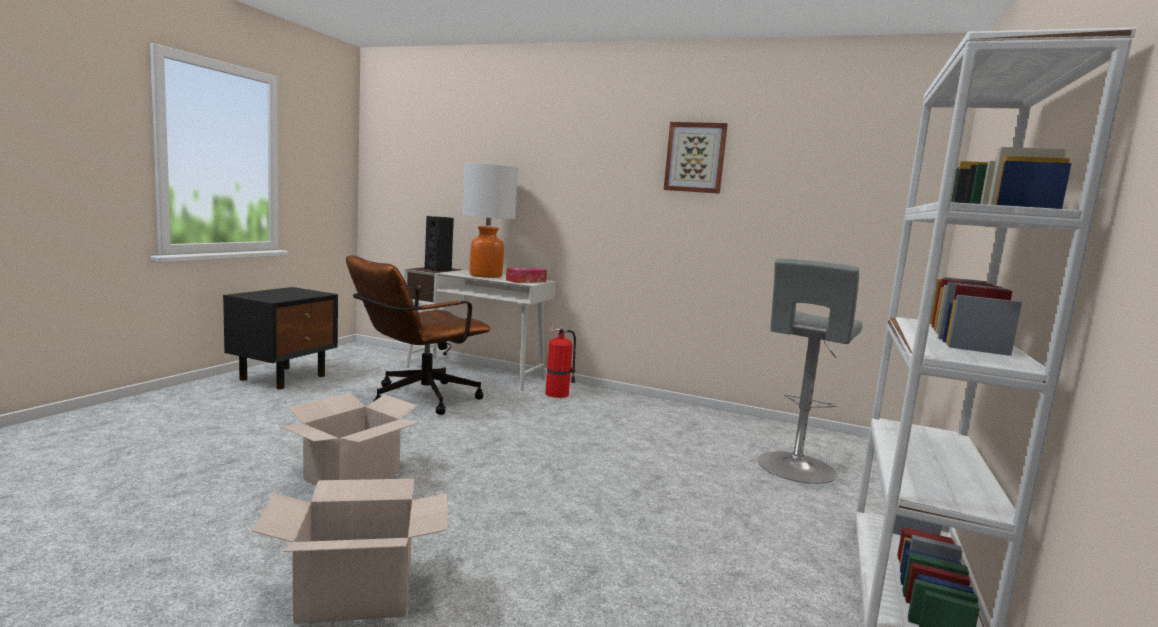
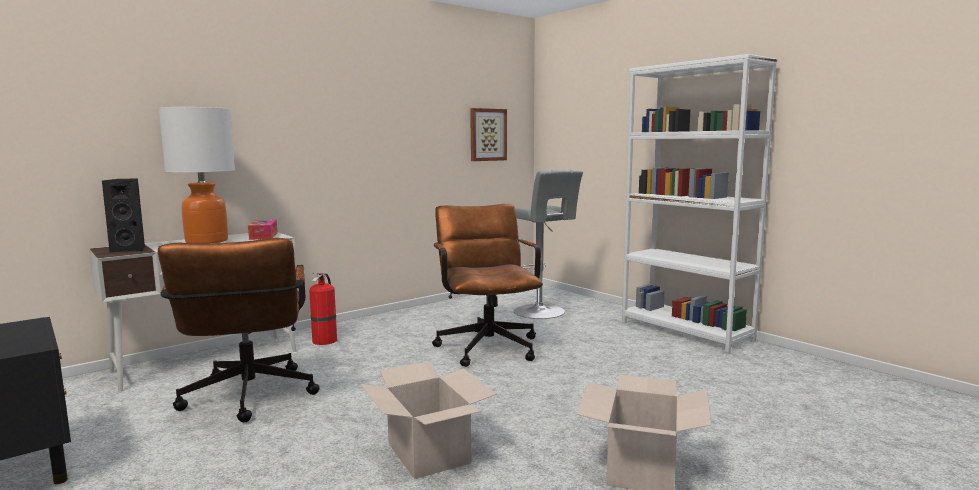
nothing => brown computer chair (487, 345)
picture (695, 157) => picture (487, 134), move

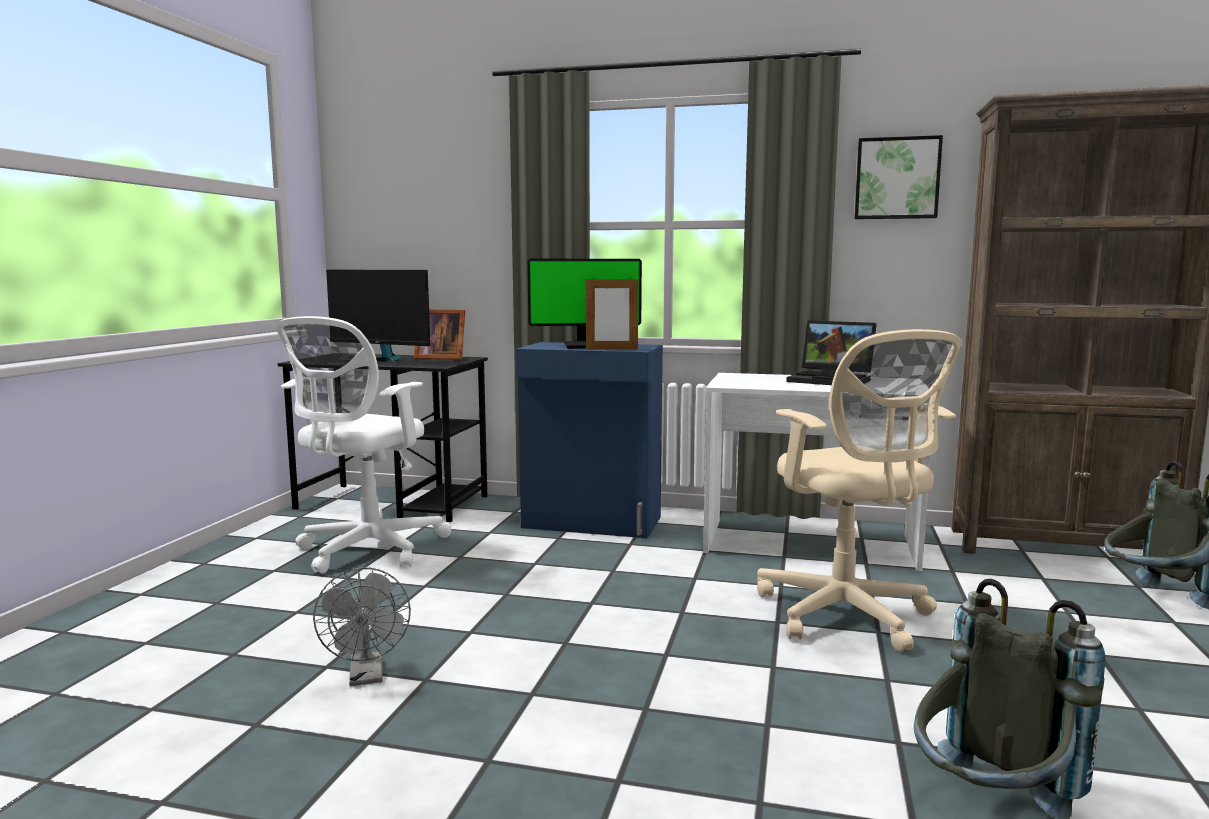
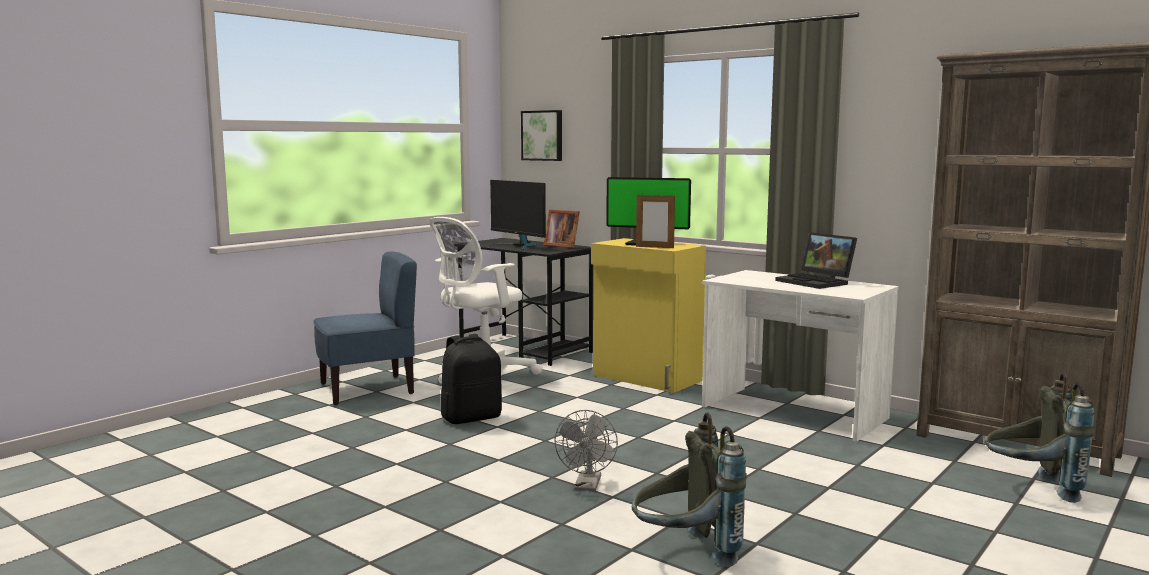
sand-coloured computer chair (847, 616) => nothing
nothing => bluish upright chair (367, 389)
nothing => blackish backpack (471, 418)
greyish electric fan (367, 677) => greyish electric fan (587, 486), move
picture (897, 178) => picture (543, 135), move
bluish cupboard (592, 523) => yellowish cupboard (646, 378)

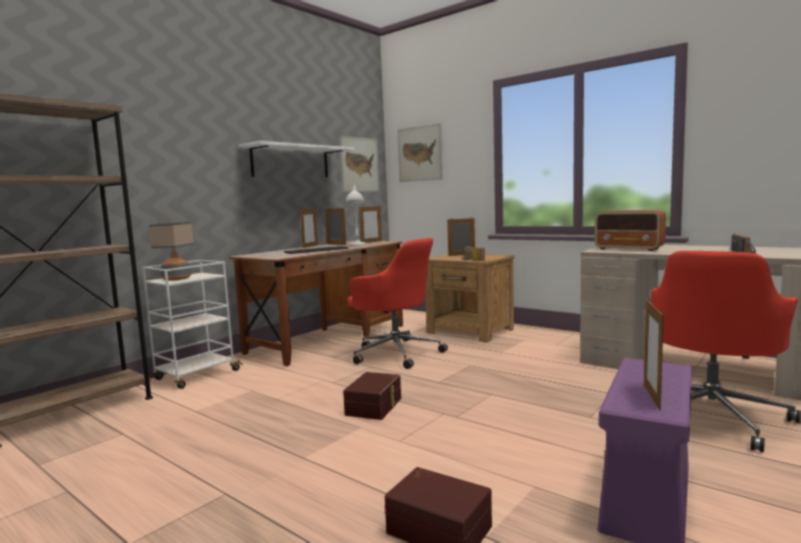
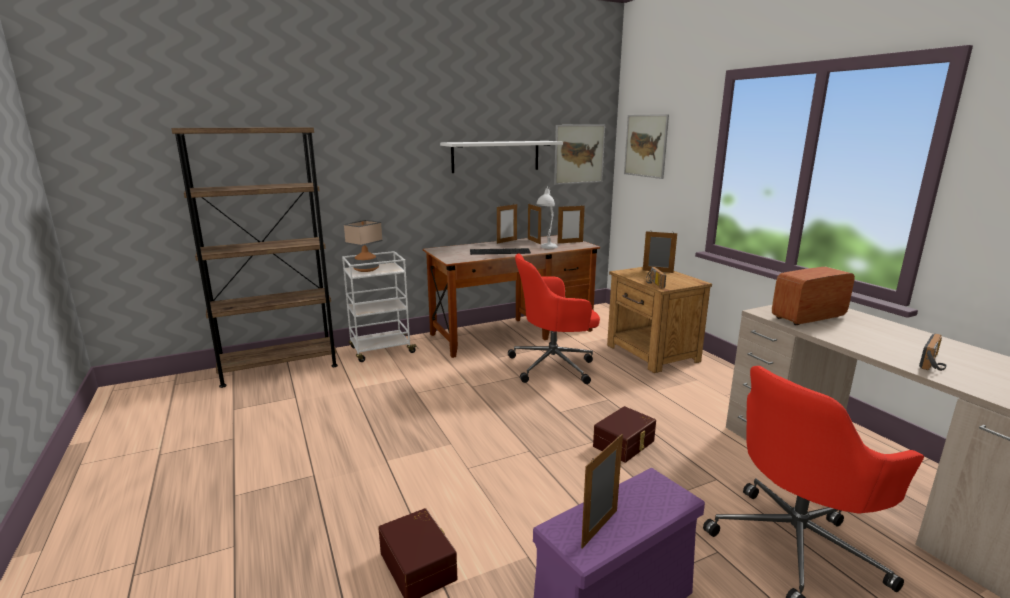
brown storage bin (375, 406) => brown storage bin (625, 444), move
red computer chair (395, 353) => red computer chair (554, 365), 105 degrees clockwise
radio receiver (629, 249) => radio receiver (807, 317), 90 degrees clockwise

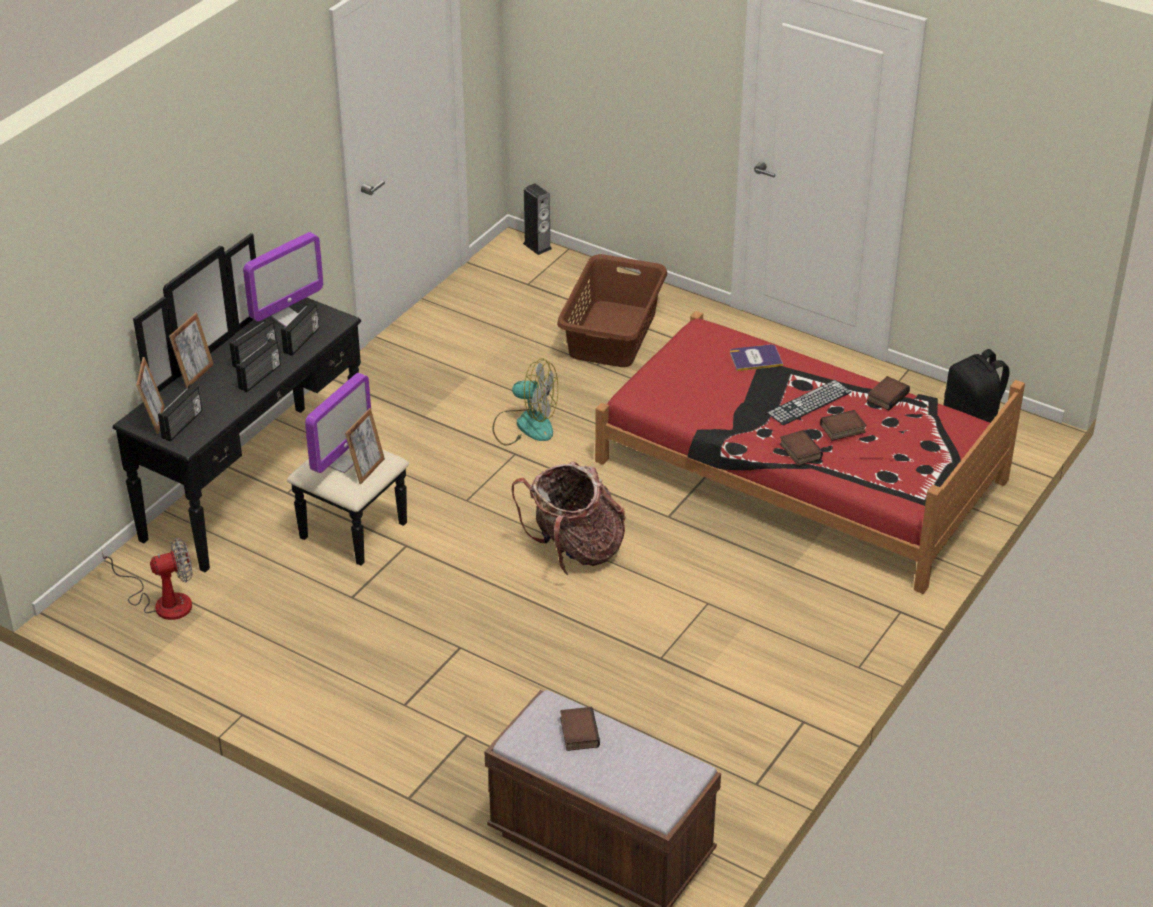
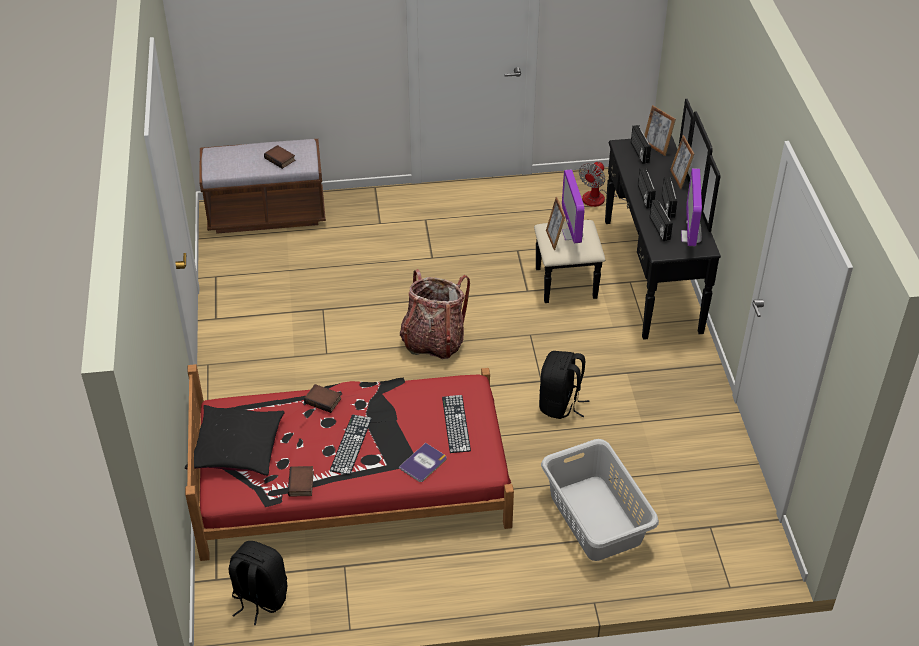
speaker (537, 246) => nothing
book (842, 429) => nothing
nothing => blackish cushion (236, 448)
nothing => PC keyboard (456, 423)
electric fan (525, 425) => blackish backpack (560, 404)
brown washing basket (613, 334) => greyish washing basket (595, 518)

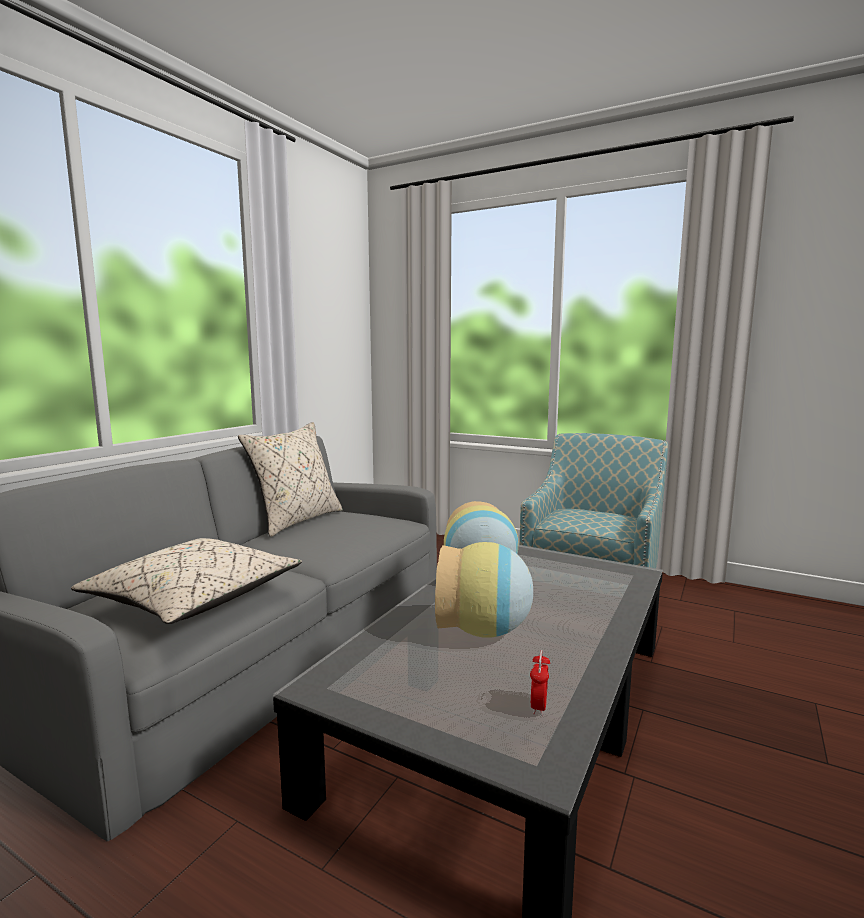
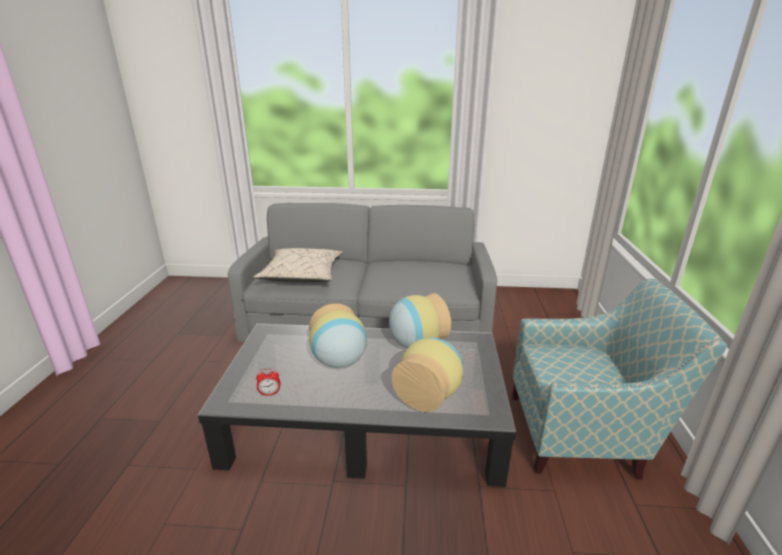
sand-coloured cushion (296, 520) => nothing
nothing => vase (429, 394)

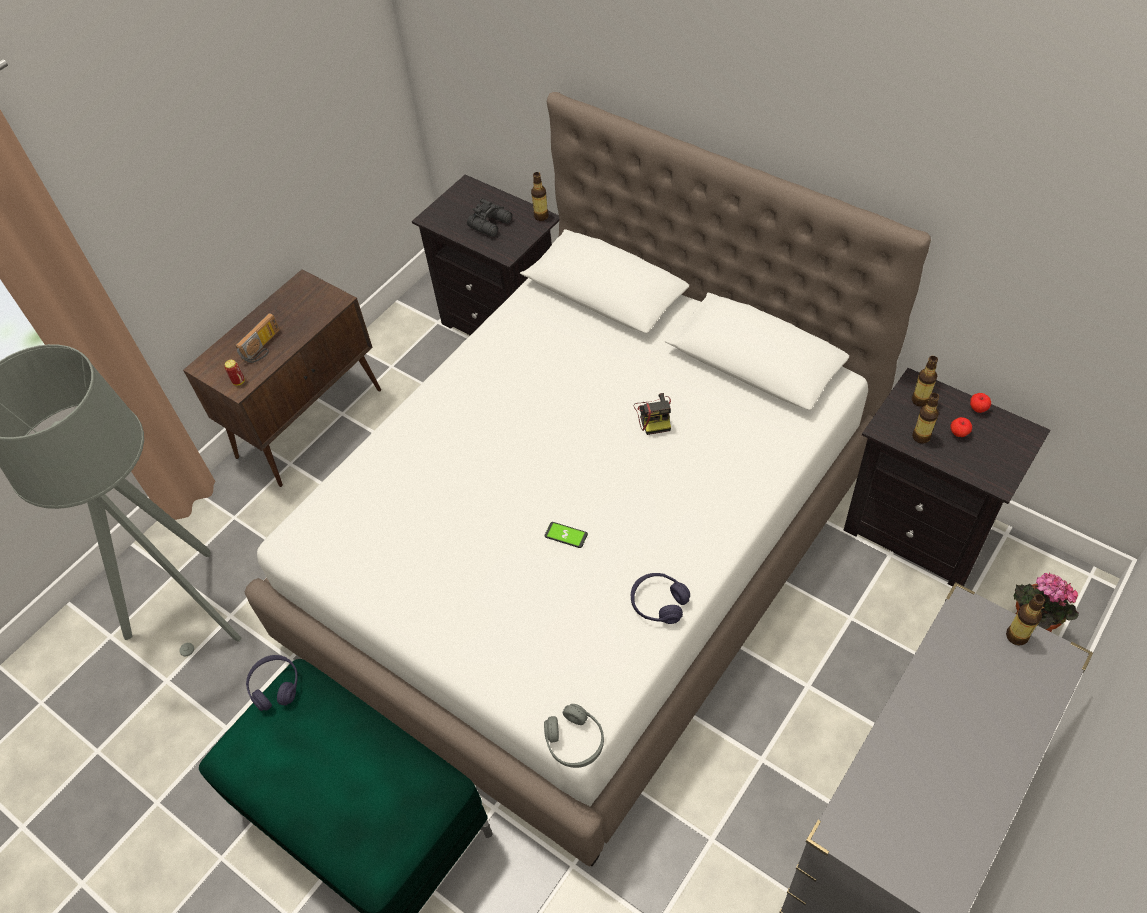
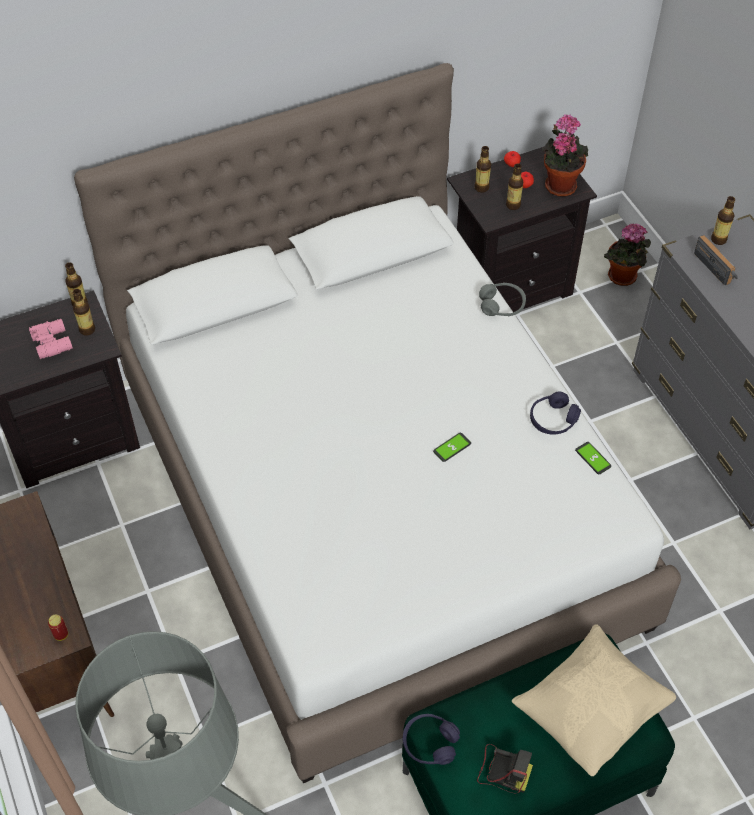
nothing => drink bottle (87, 329)
nothing => sand-coloured cushion (590, 711)
nothing => plant in a pot (559, 184)
nothing => telephone (593, 458)
radio receiver (263, 348) => radio receiver (717, 267), move
greyish headphones (575, 741) => greyish headphones (502, 305), move
still camera (654, 415) => still camera (503, 771), move
blackish field glasses (491, 224) => pink-coloured field glasses (53, 342)

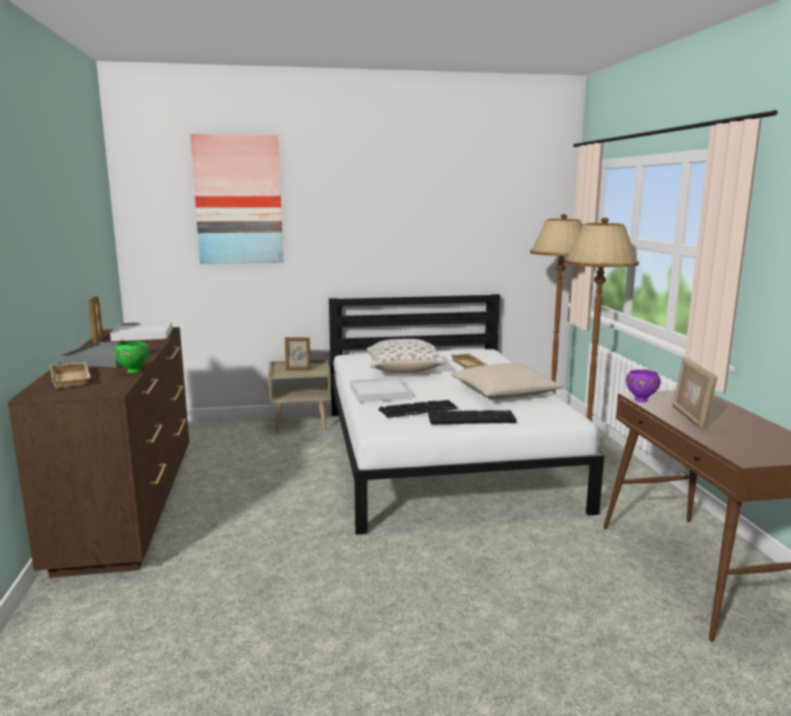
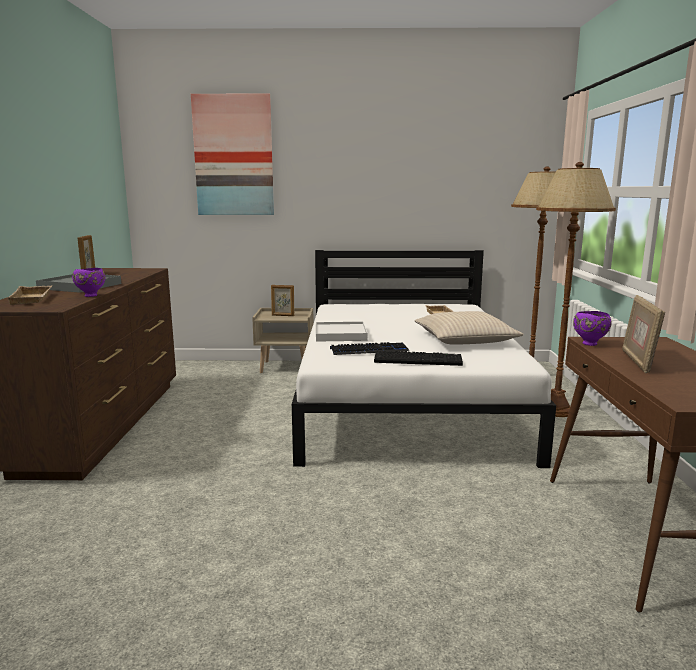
white carrying tray (143, 334) => nothing
cushion (404, 371) => nothing
green-coloured serving bowl (133, 371) => purple-coloured serving bowl (91, 295)

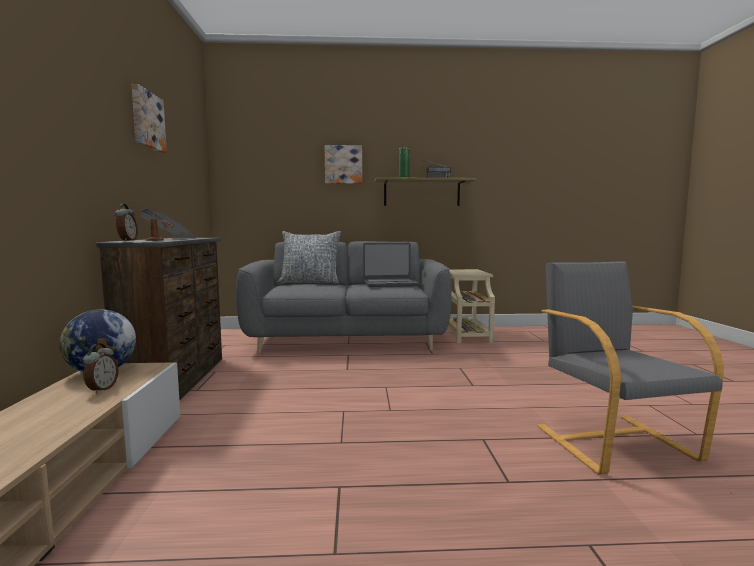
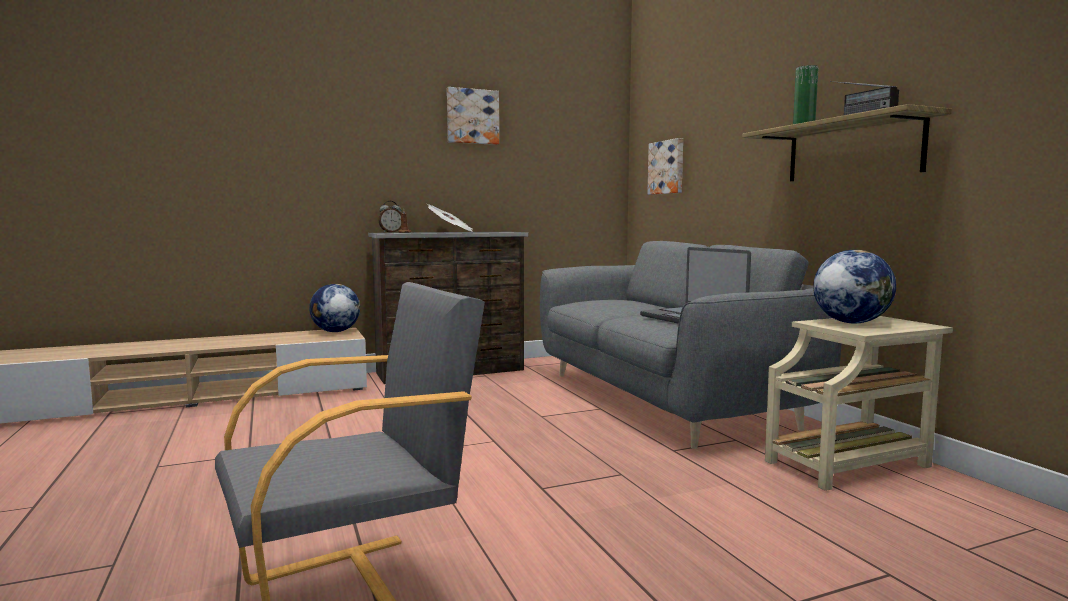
bedside clock (101, 389) => nothing
cushion (310, 283) => nothing
nothing => world globe (850, 322)
picture (343, 165) => picture (667, 167), move

